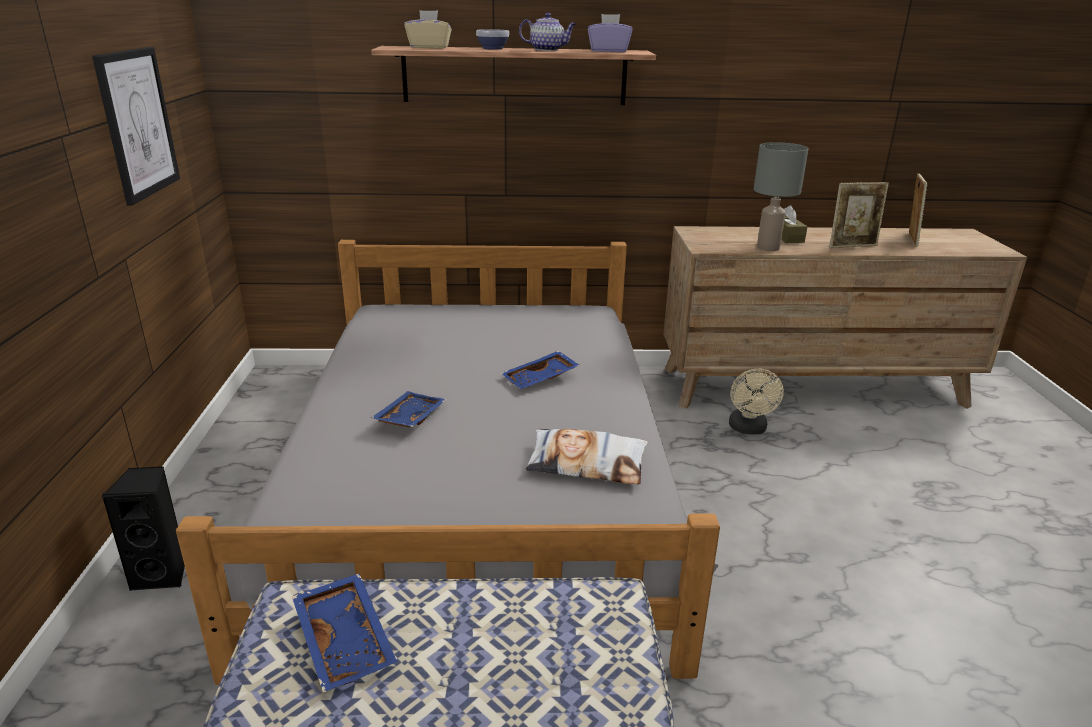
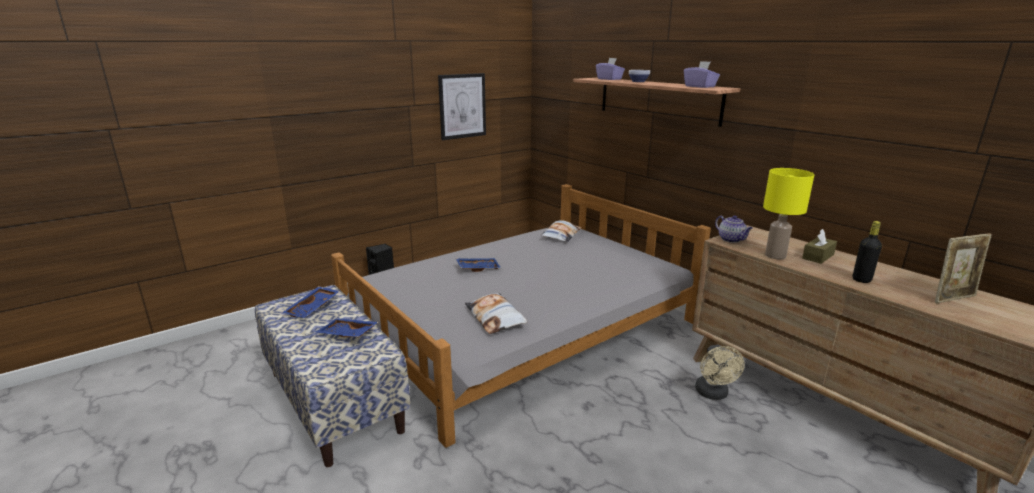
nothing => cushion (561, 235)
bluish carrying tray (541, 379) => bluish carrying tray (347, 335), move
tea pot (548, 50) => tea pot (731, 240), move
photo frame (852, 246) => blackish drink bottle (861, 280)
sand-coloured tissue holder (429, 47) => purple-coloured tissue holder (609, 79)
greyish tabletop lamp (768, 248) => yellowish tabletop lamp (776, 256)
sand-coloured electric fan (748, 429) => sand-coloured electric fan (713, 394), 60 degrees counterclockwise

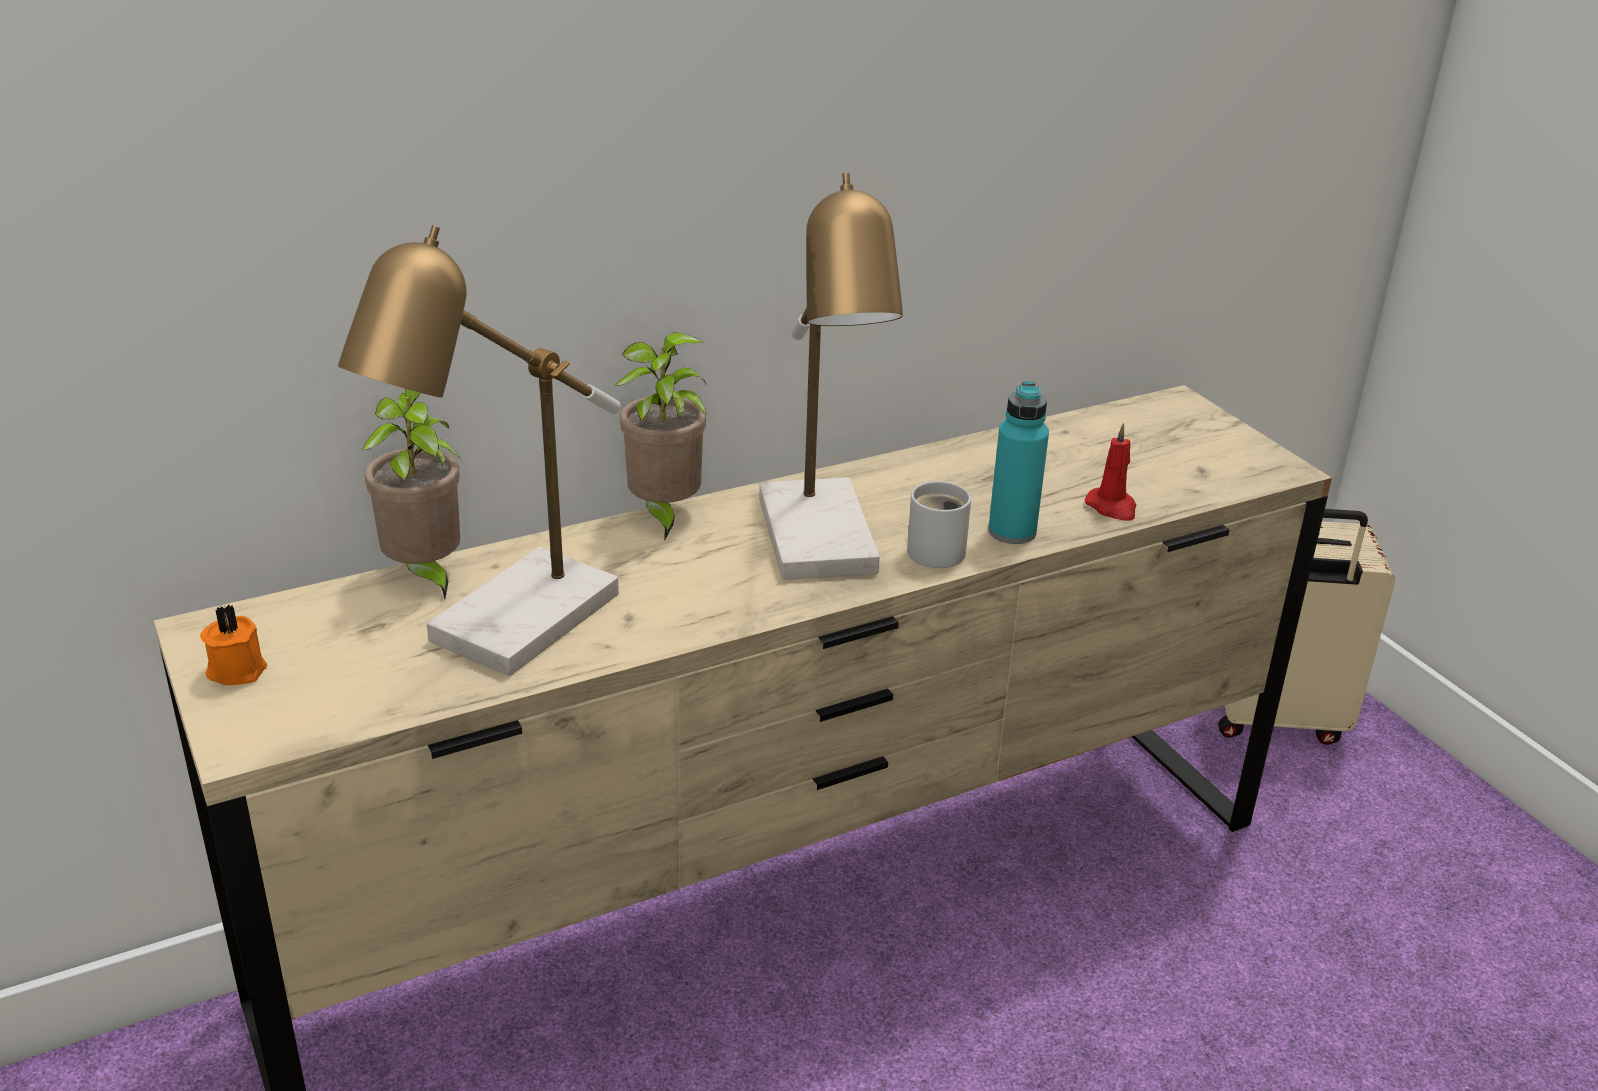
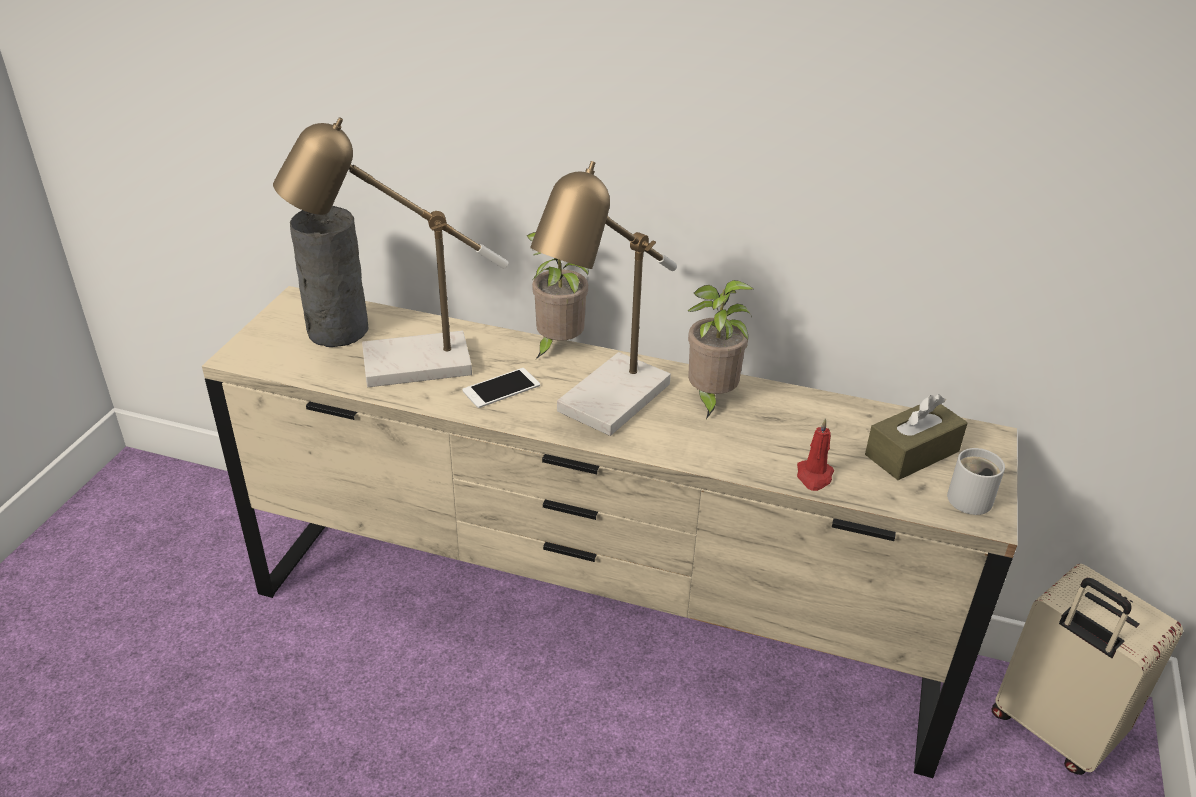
orangey wax candle (236, 669) => nothing
turquoise drink bottle (1012, 532) => nothing
nothing => greyish vase (336, 331)
nothing => telephone (501, 388)
nothing => brown tissue holder (912, 453)
plant in a pot (425, 575) => plant in a pot (710, 399), move
white tea mug (935, 549) => white tea mug (972, 497), move

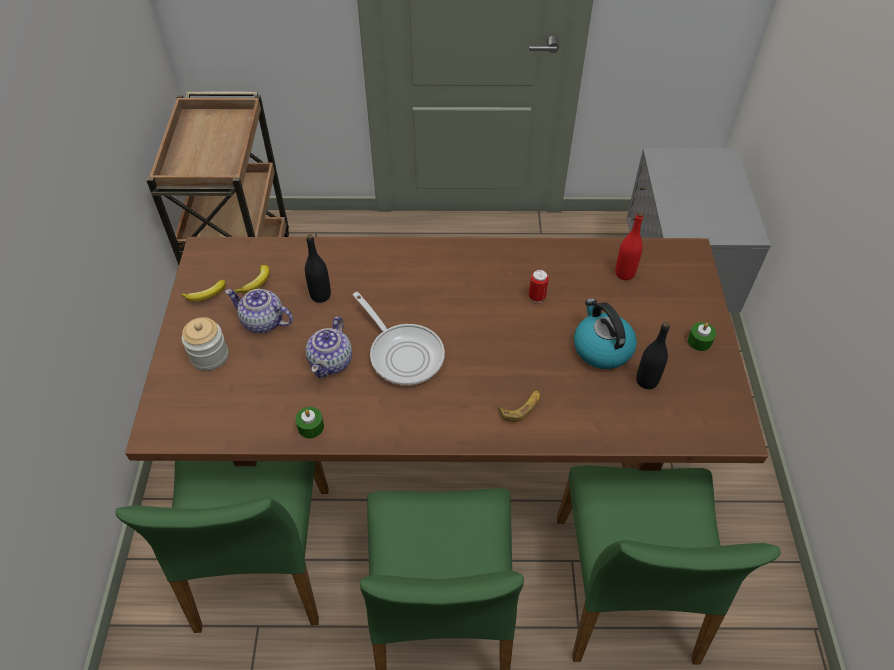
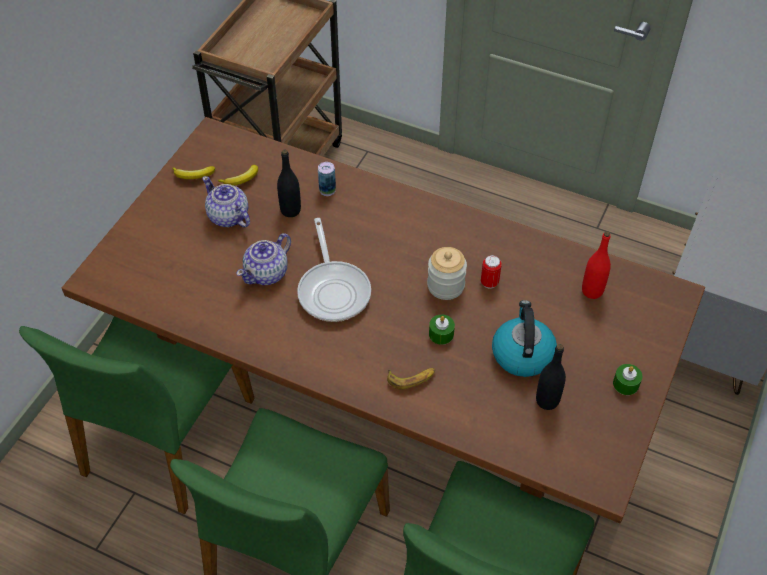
nothing => metal can (327, 190)
jar (209, 356) => jar (445, 286), move
green-coloured wax candle (311, 427) => green-coloured wax candle (441, 334), move

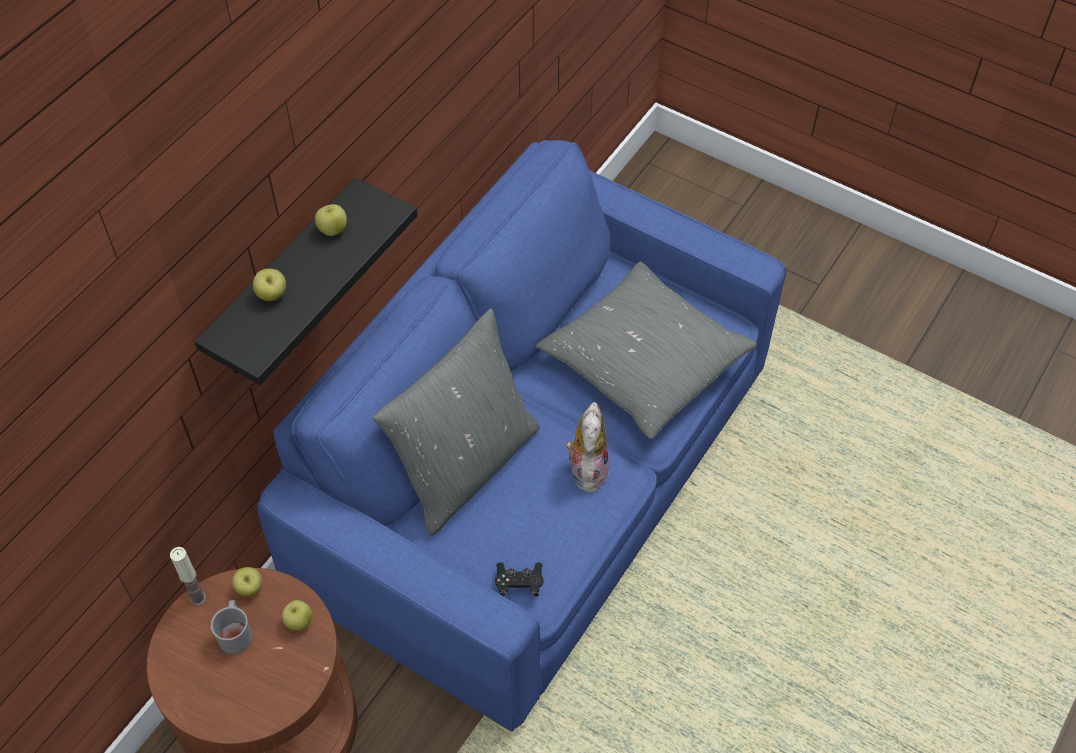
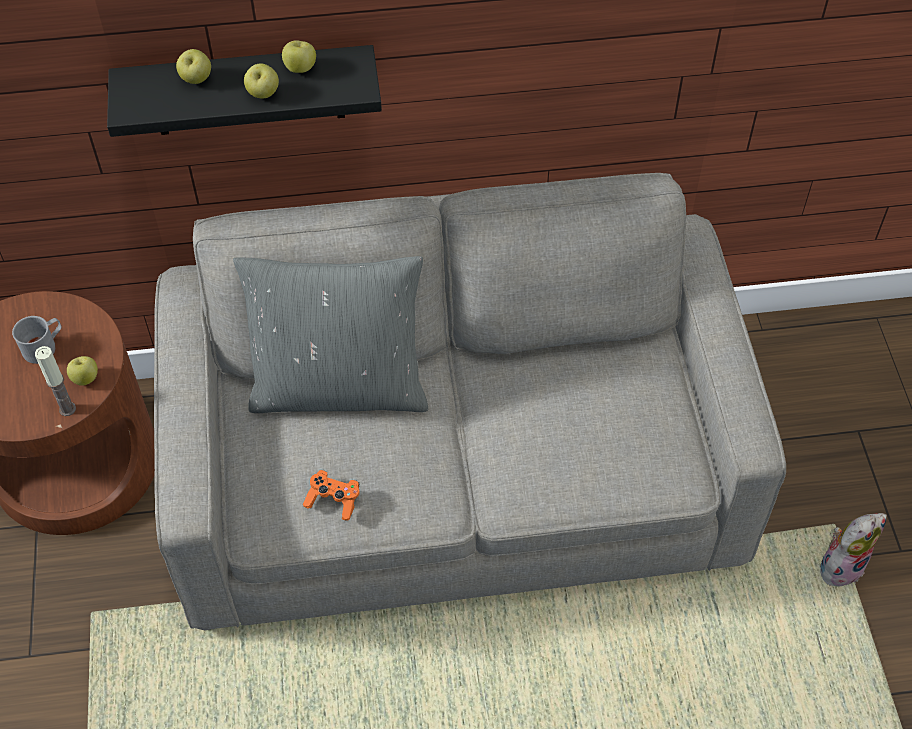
blackish joypad (519, 583) => nothing
greyish cushion (644, 361) => nothing
nothing => orangey joypad (333, 500)
wax candle (198, 598) => wax candle (67, 409), move
apple (249, 588) => apple (263, 94), move
cuddly toy (586, 469) => cuddly toy (841, 565), move
bluish settee (536, 475) => greyish settee (457, 473)

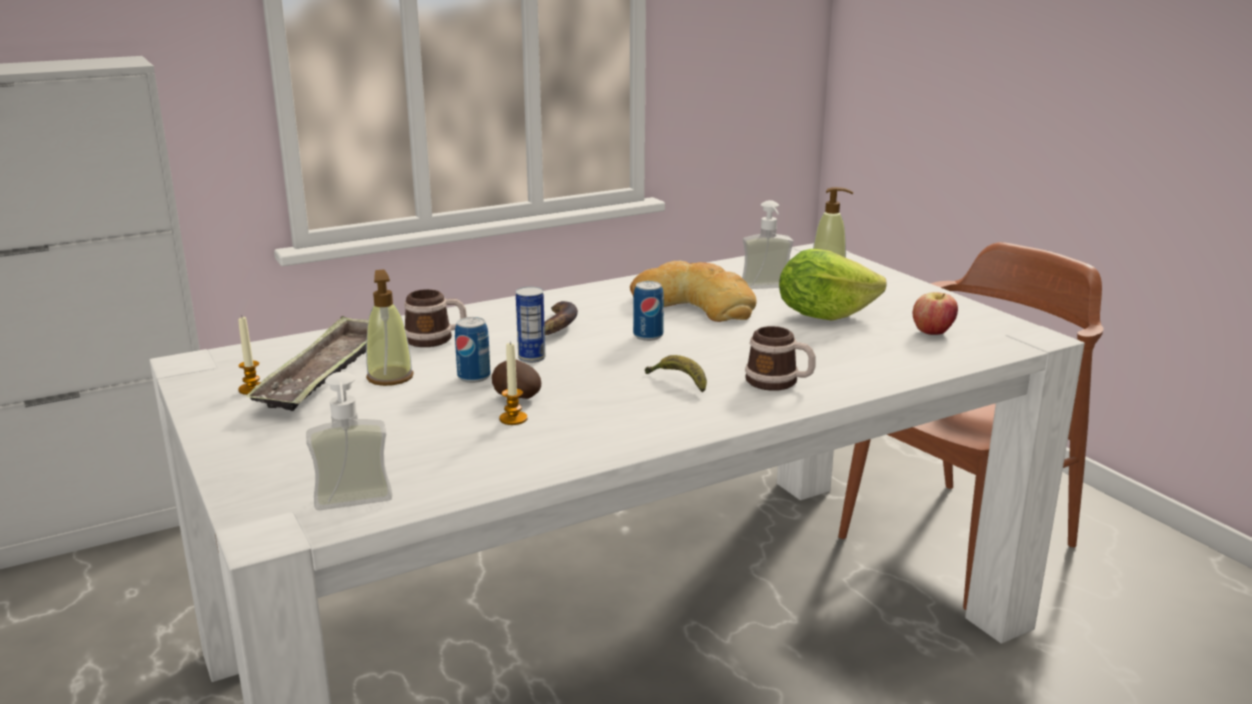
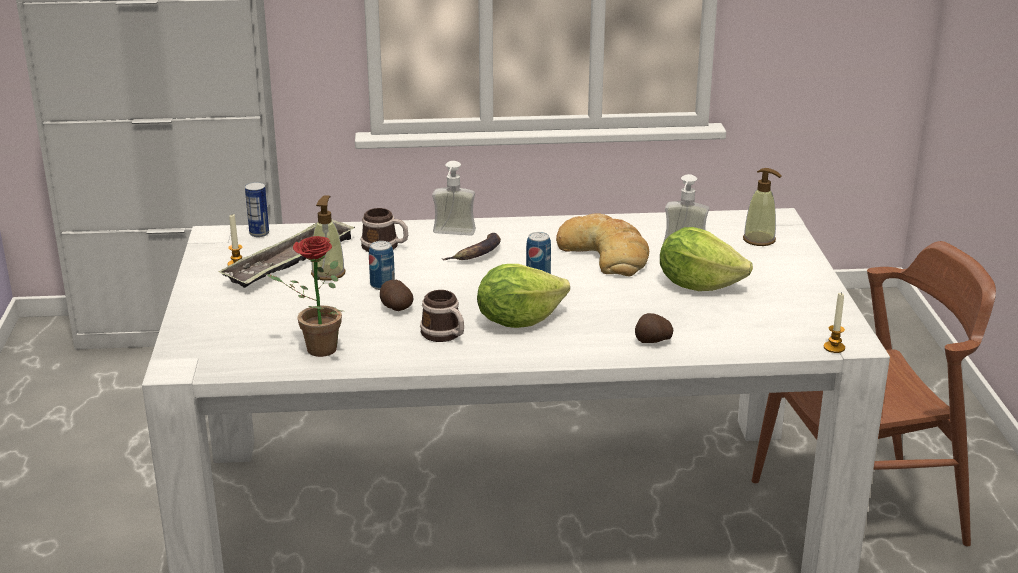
apple (932, 333) => nothing
nothing => plant in a pot (315, 350)
nothing => spud (652, 341)
soap dispenser (354, 507) => soap dispenser (452, 235), move
wax candle (513, 419) => wax candle (834, 347), move
metal can (531, 358) => metal can (259, 233), move
tea mug (779, 382) => tea mug (445, 335), move
whole banana (679, 382) => lettuce head (518, 320)

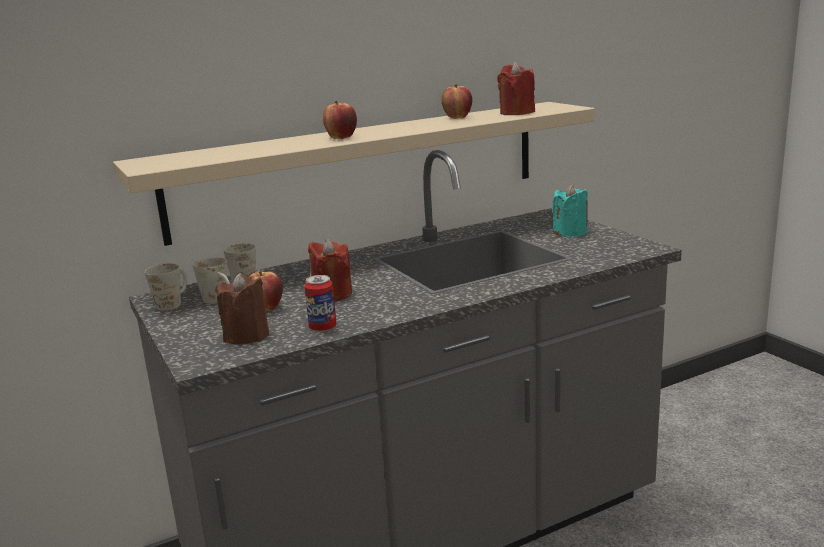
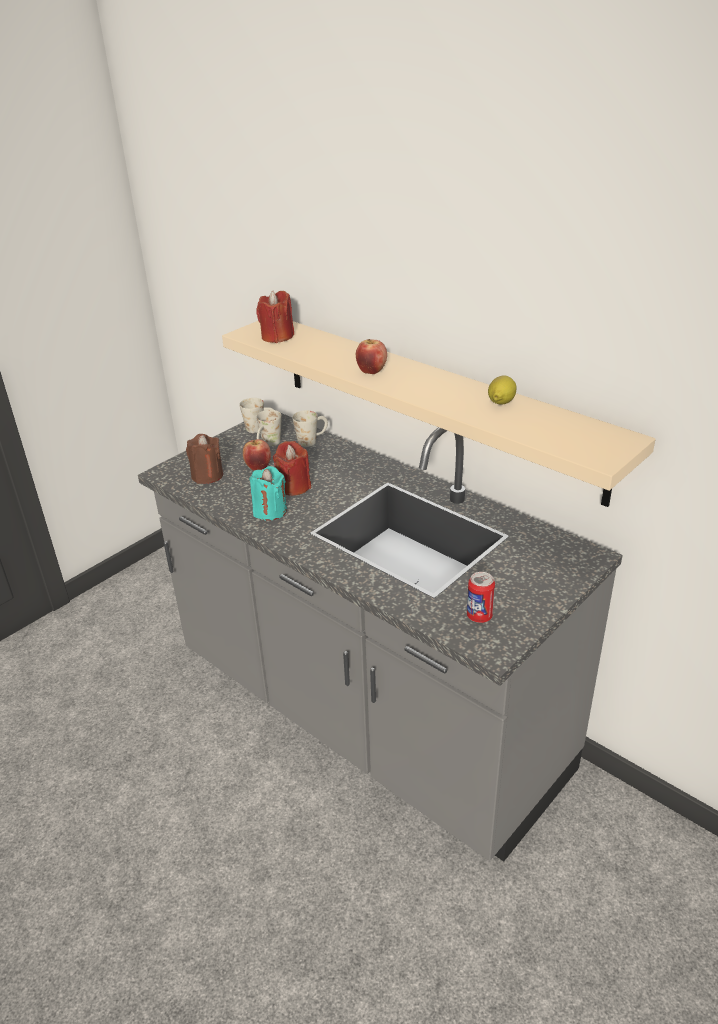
metal can (323, 328) => metal can (479, 616), move
red wax candle (516, 113) => red wax candle (277, 337), move
turquoise wax candle (570, 233) => turquoise wax candle (270, 511), move
apple (457, 117) => whole lemon (500, 403)

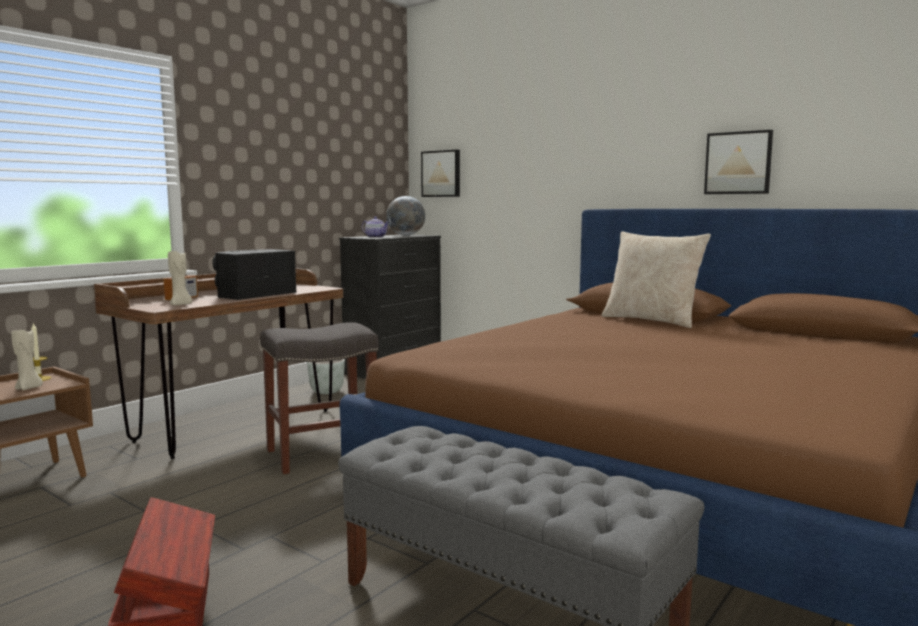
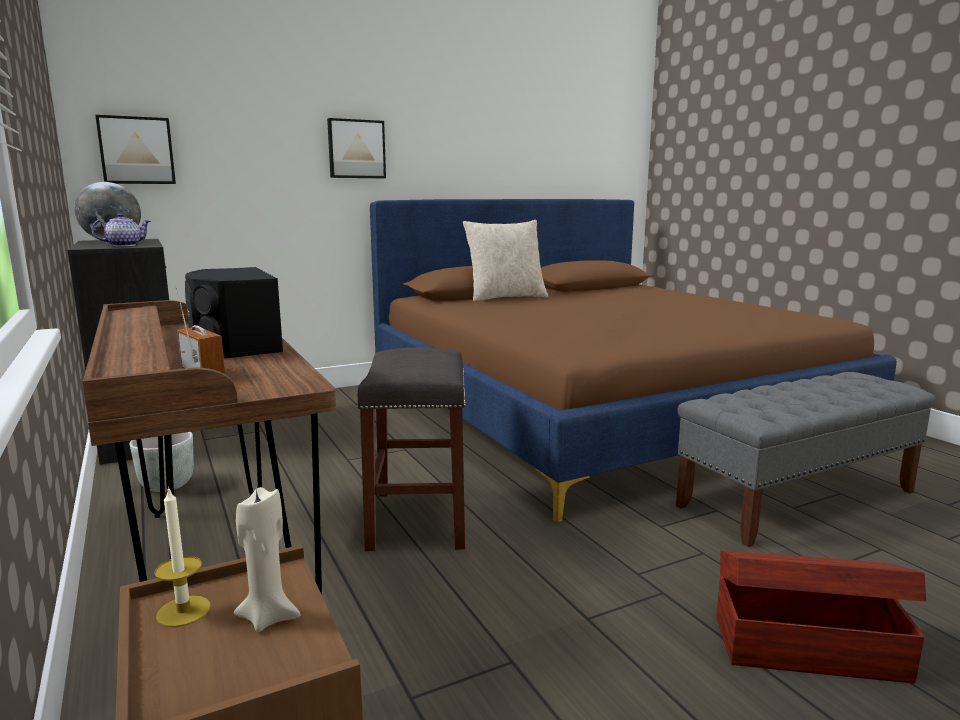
sand-coloured wax candle (180, 305) => nothing
picture (738, 163) => picture (356, 149), move

